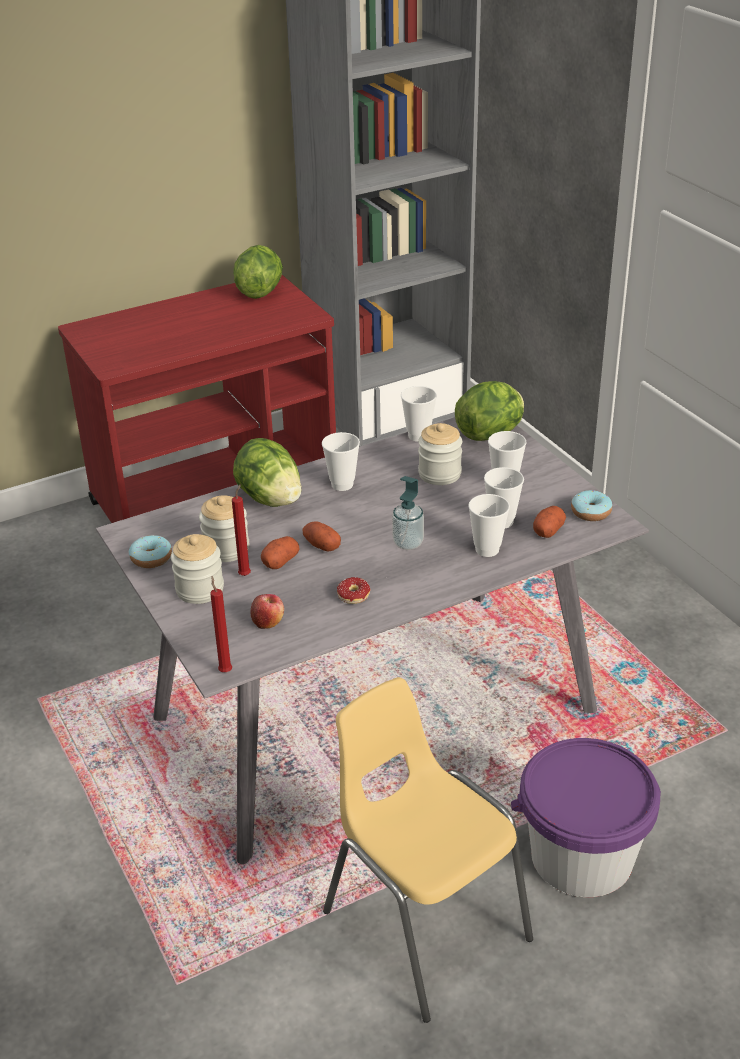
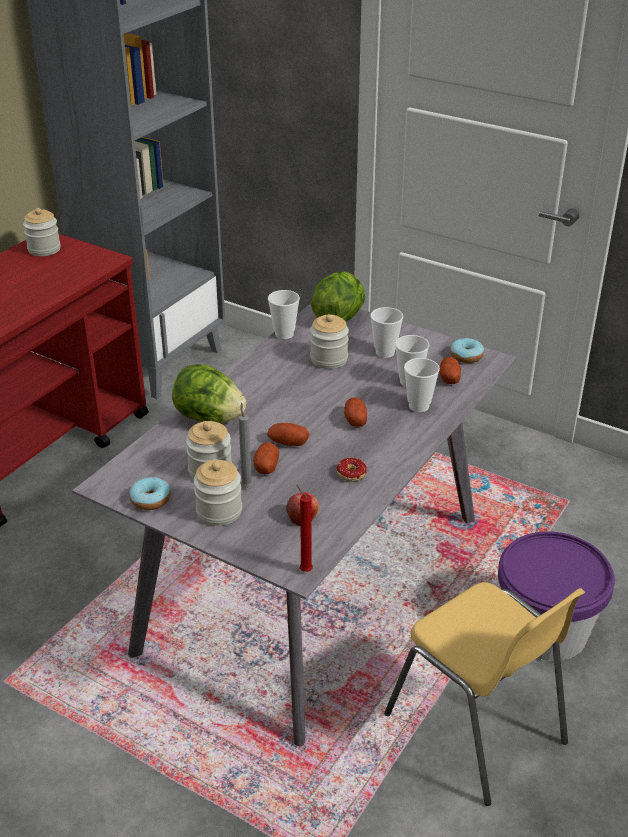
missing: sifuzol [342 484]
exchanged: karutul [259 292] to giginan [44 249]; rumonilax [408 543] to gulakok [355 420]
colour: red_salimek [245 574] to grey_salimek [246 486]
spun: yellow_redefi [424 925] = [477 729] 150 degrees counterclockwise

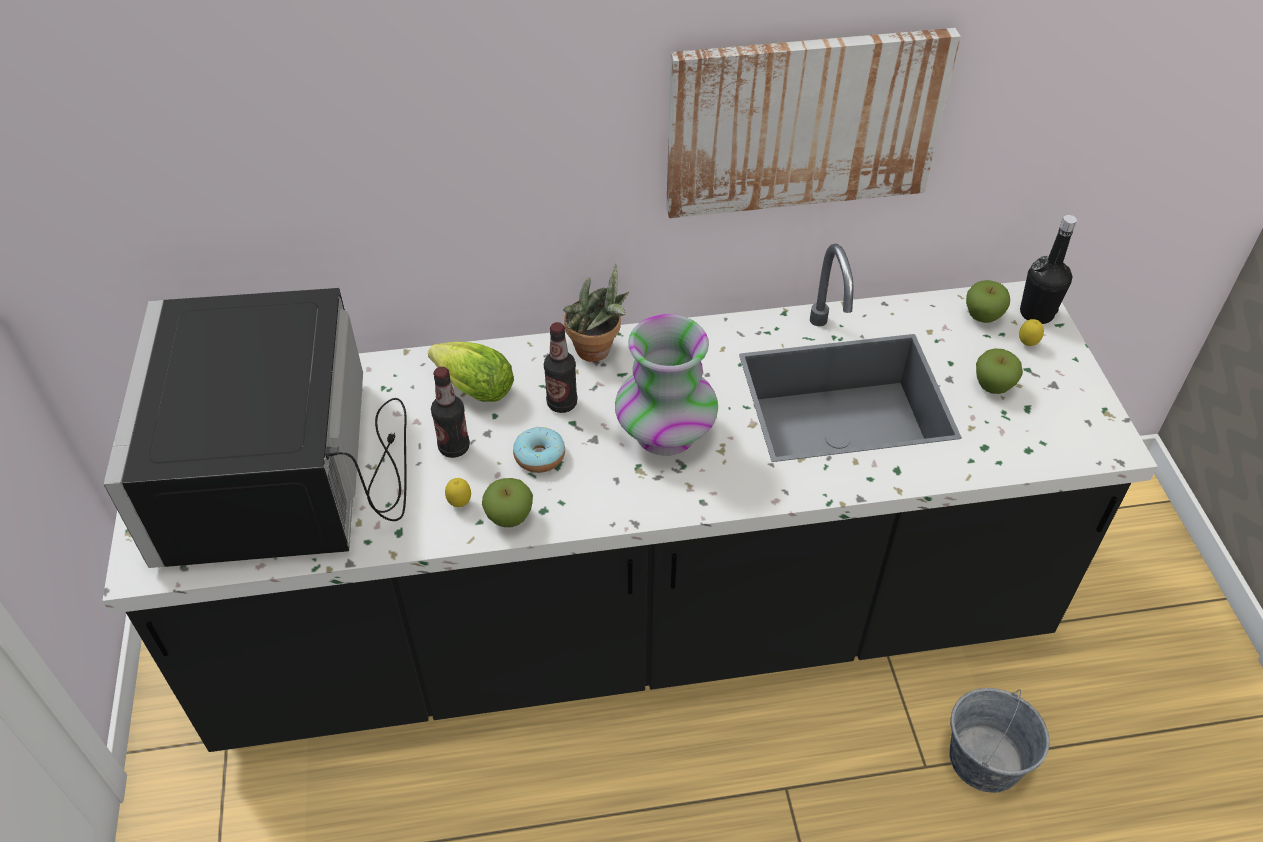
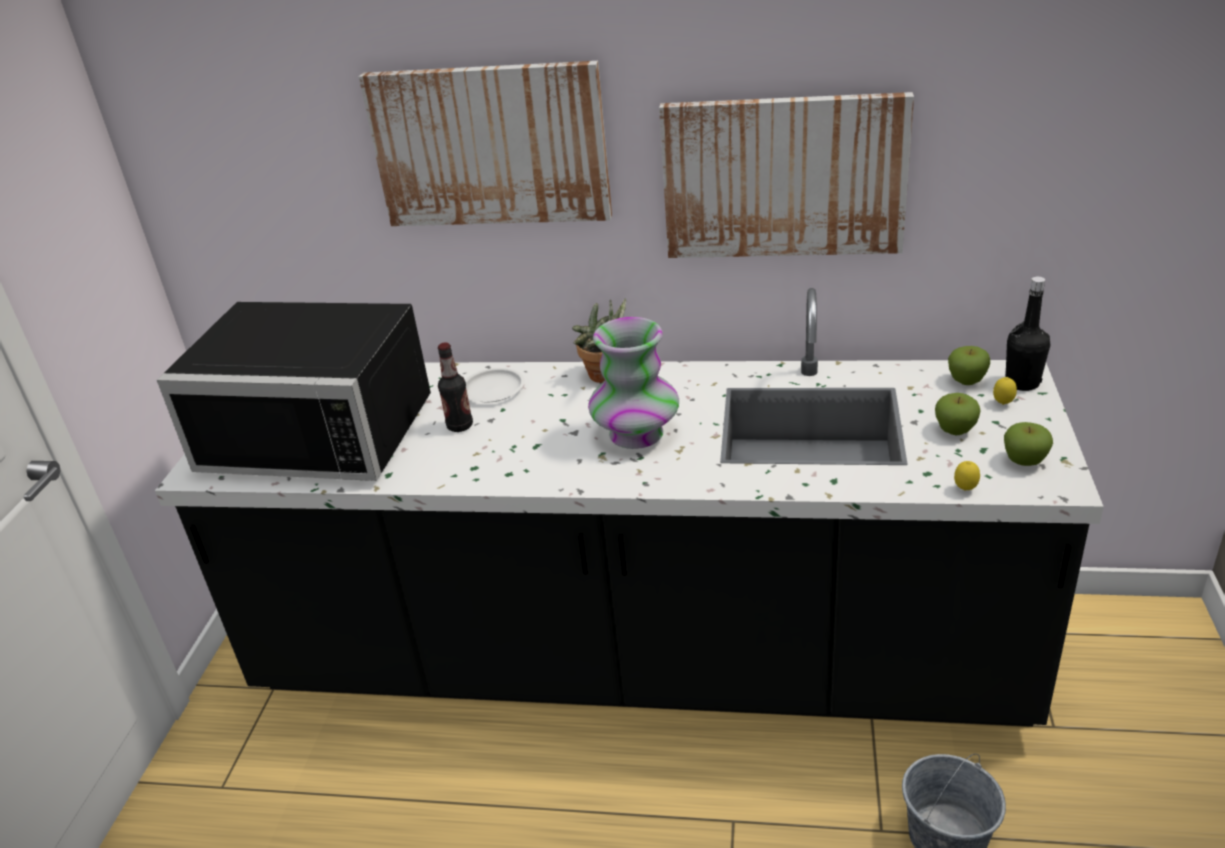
missing: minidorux [539 456]; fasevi [562 403]
appeared: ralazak [490 145]
relocated: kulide [460 504] to [965 490]; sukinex [509 518] to [1024 461]
exchanged: karutul [470 387] to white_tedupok [493 390]
spun: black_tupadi [285 470] = [326 427] 90 degrees counterclockwise

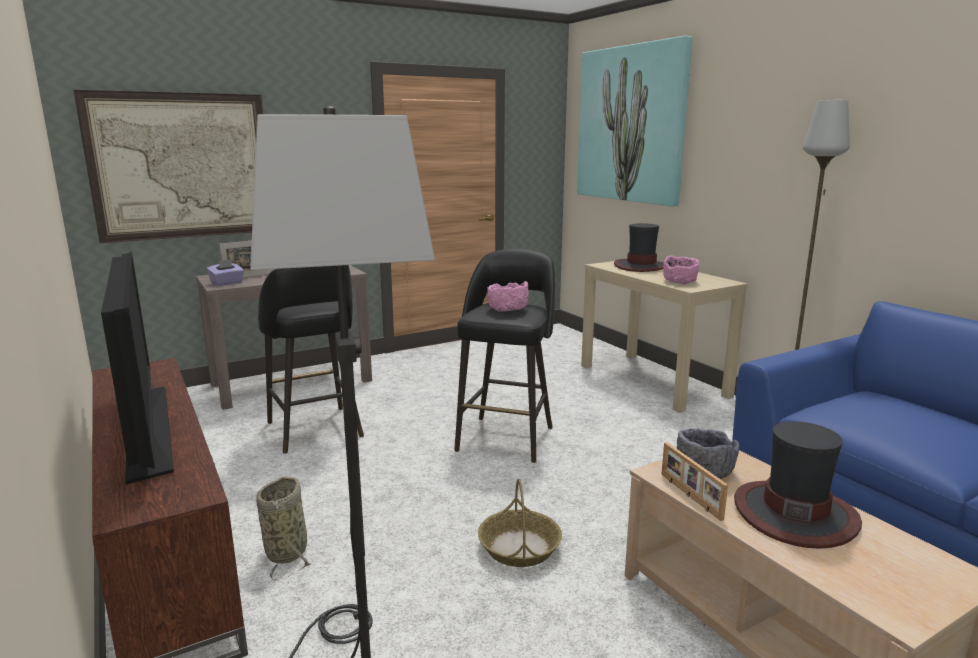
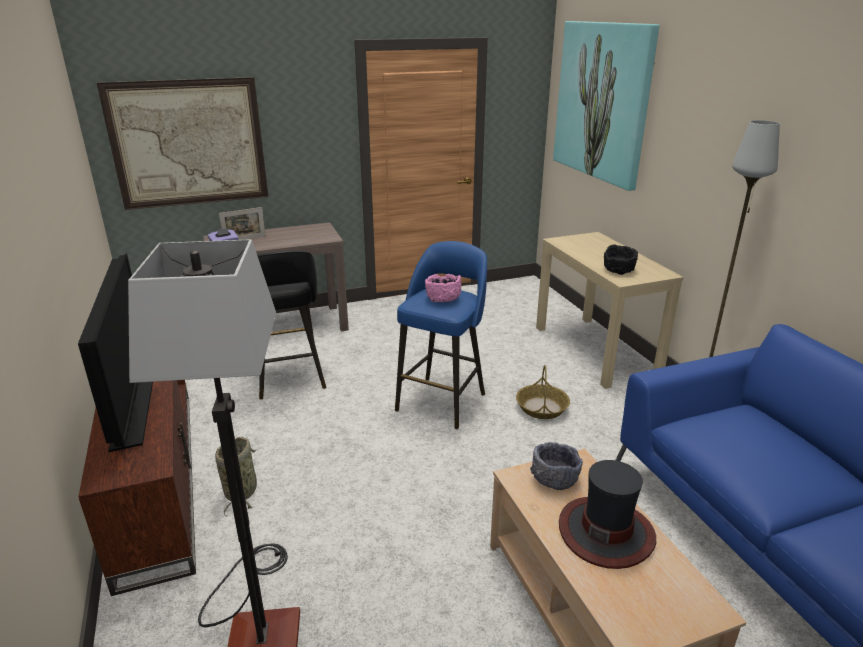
missing: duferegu [641 266]; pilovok [689 496]
relocated: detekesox [519 547] to [541 407]
colour: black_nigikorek [506 437] to blue_nigikorek [442 401]; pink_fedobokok [680 281] to black_fedobokok [618 270]

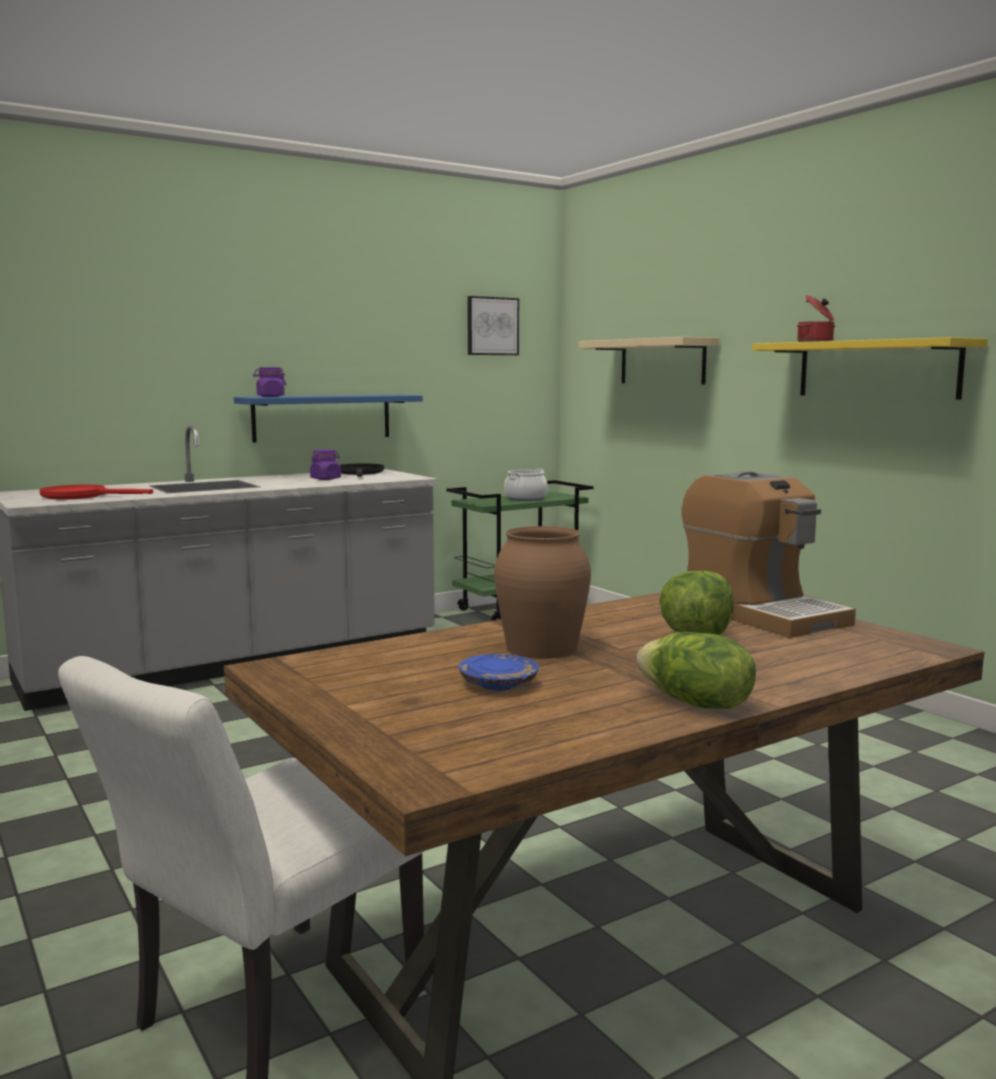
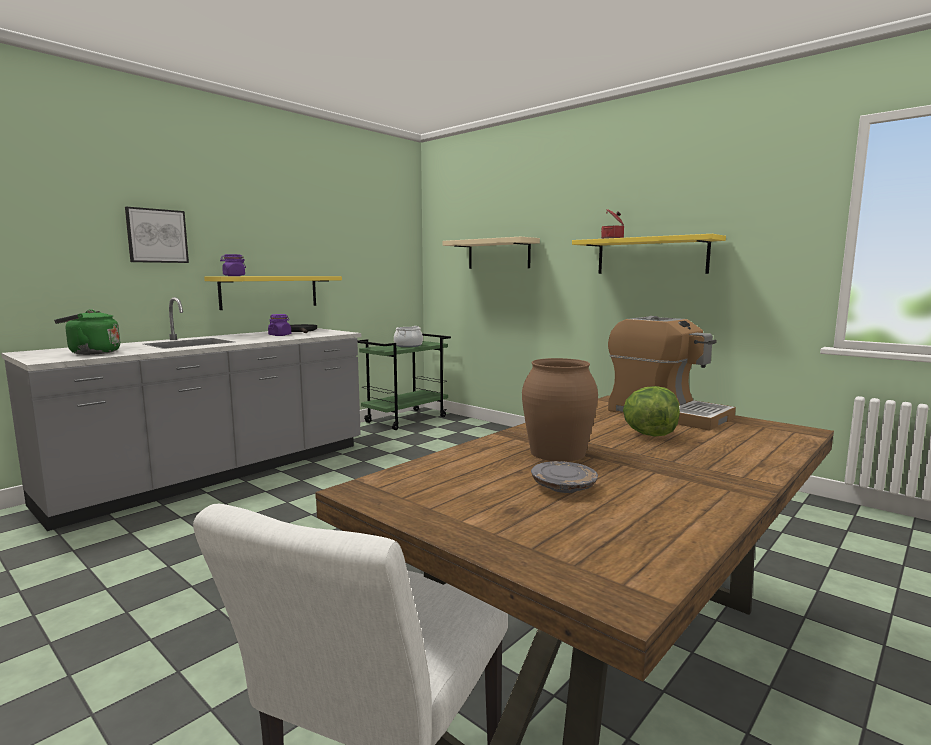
missing: karutul [695 703]
relocated: ralazak [492 326] to [157 236]
exchanged: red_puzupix [83 496] to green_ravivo [91 353]
colour: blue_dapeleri [322 417] to yellow_dapeleri [269 292]; blue_tedupok [499 684] to grey_tedupok [563 487]

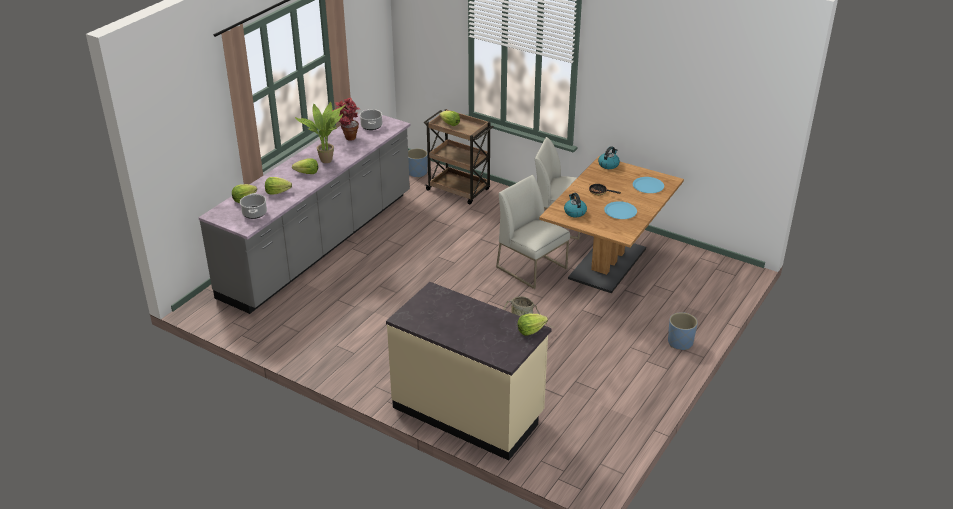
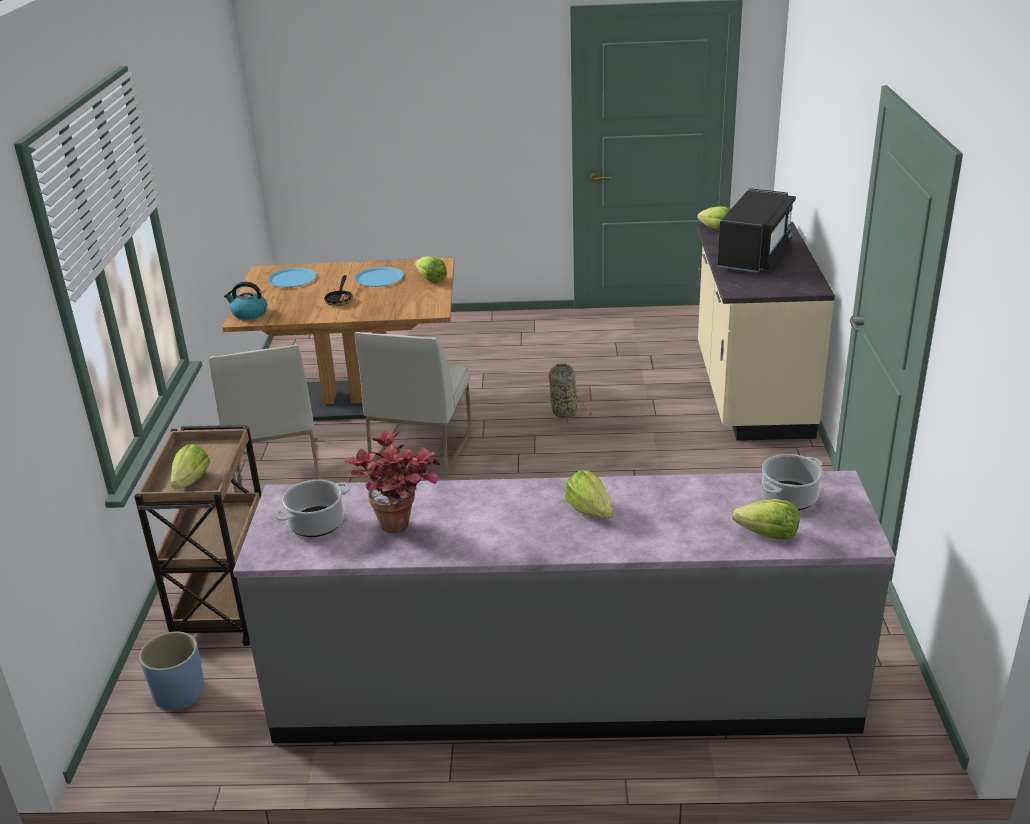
missing: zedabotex [327 160]; ravivo [574 212]; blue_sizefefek [680 343]
appeared: black_tupadi [754 255]
relocated: karutul [277 192] to [431 280]

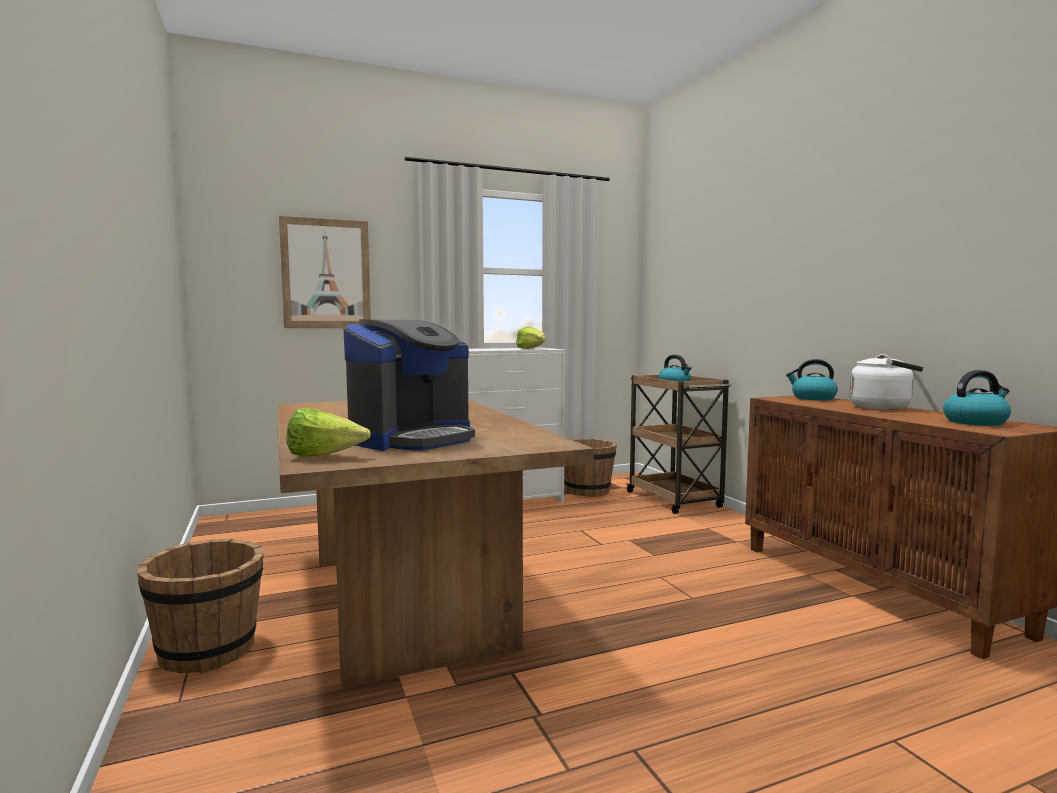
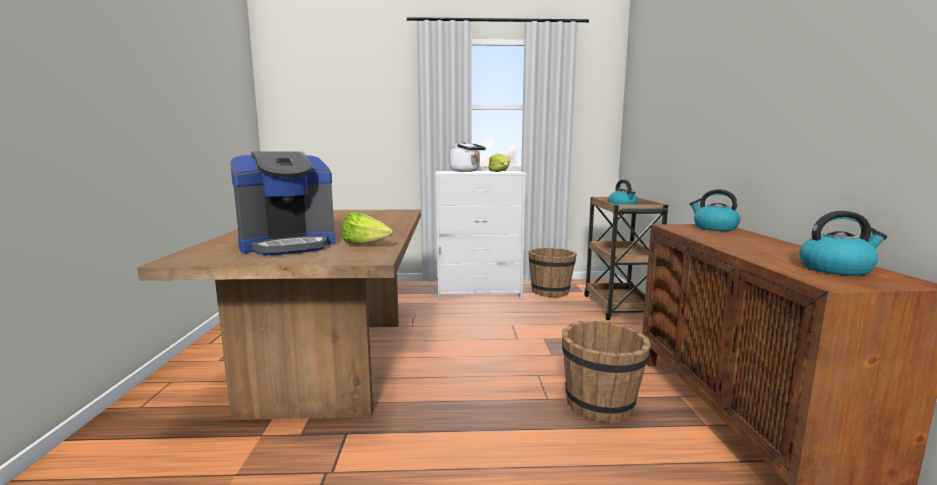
missing: ralazak [326 274]
relocated: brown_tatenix [208 651] to [600 405]; karutul [324 457] to [365 245]; white_ravivo [883 408] to [466 171]

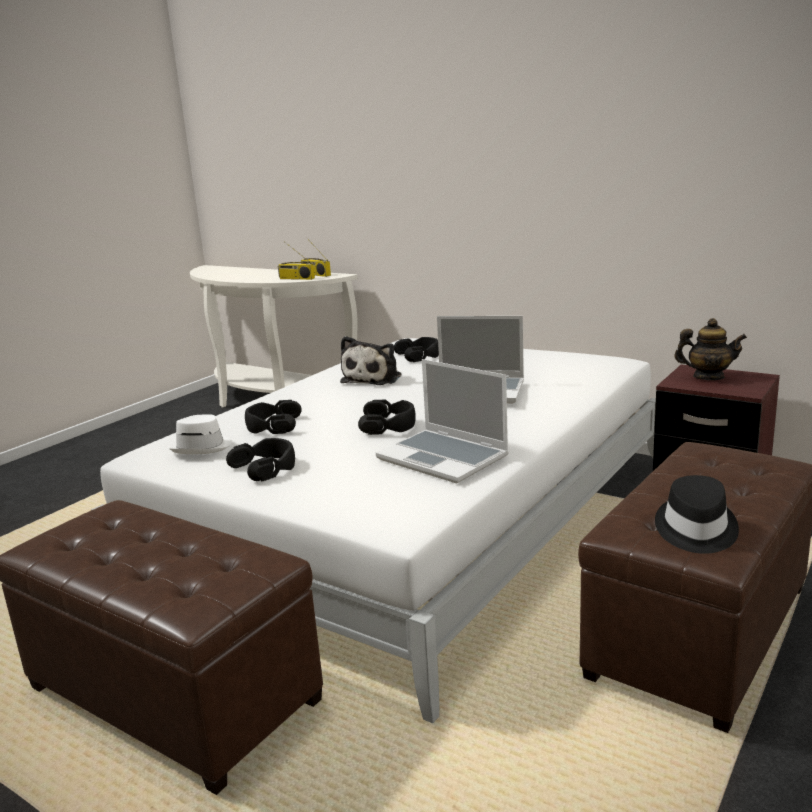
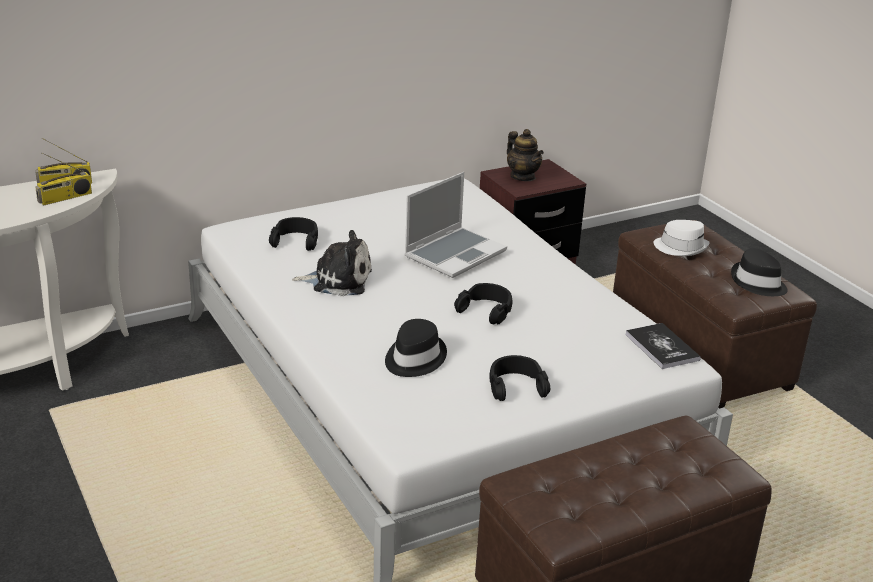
missing: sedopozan [444 458]
appeared: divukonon [662 347]
relocated: white_duferegu [203 447] to [681 247]
exchanged: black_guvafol [273 425] to black_duferegu [413 358]
spun: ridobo [374 378] = [338 280] 45 degrees counterclockwise; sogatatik [708 377] = [523 177] 105 degrees clockwise

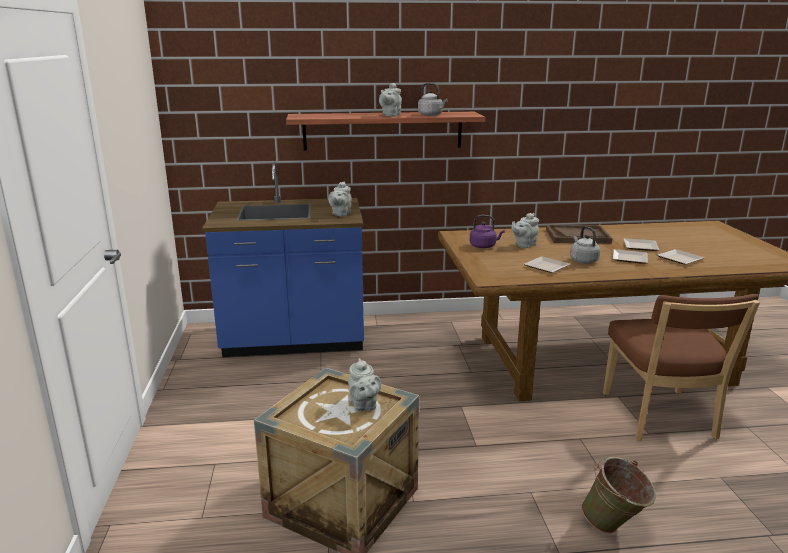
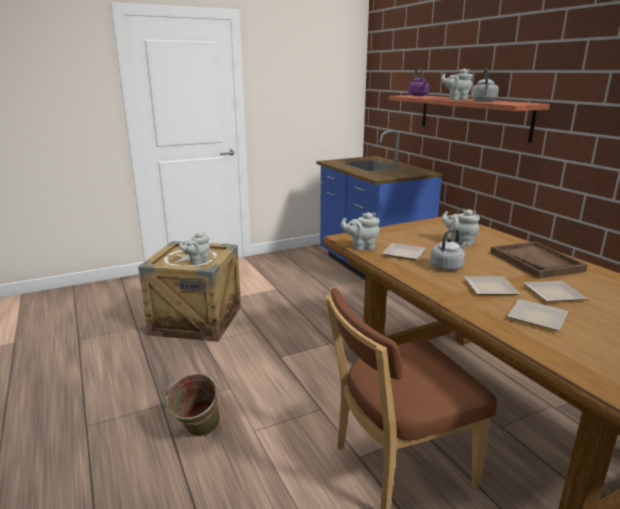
relocated: grey_sogatatik [340 214] to [361 247]; purple_ravivo [484 246] to [418 95]

